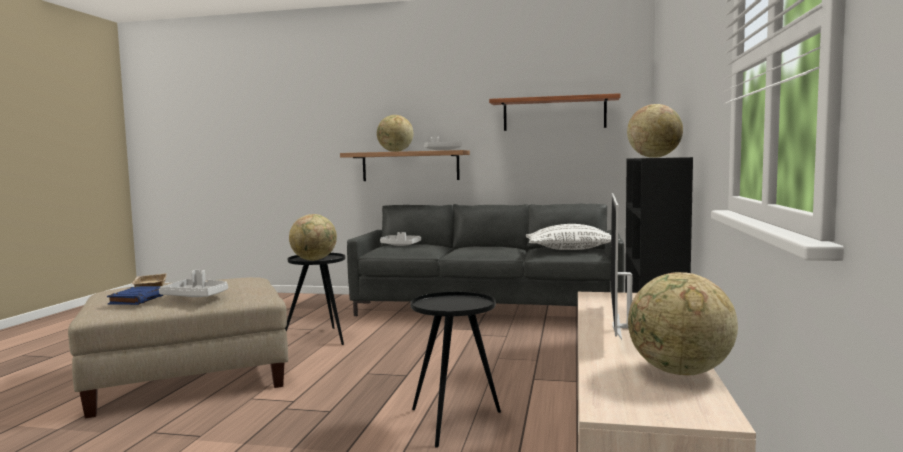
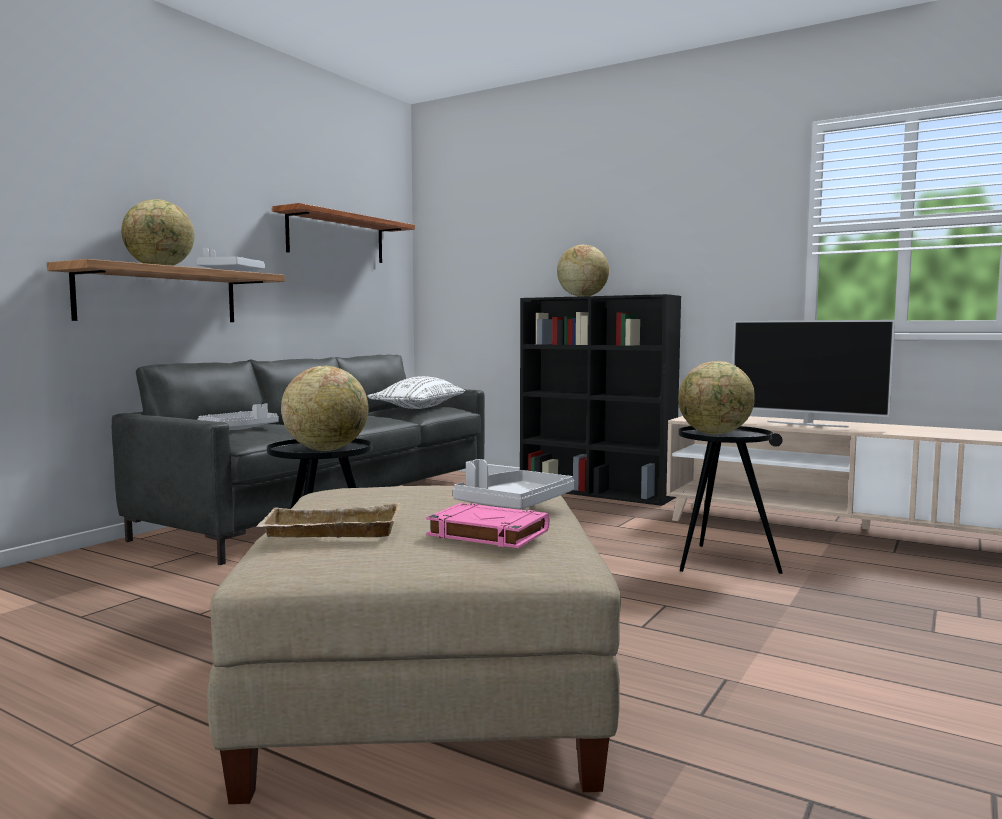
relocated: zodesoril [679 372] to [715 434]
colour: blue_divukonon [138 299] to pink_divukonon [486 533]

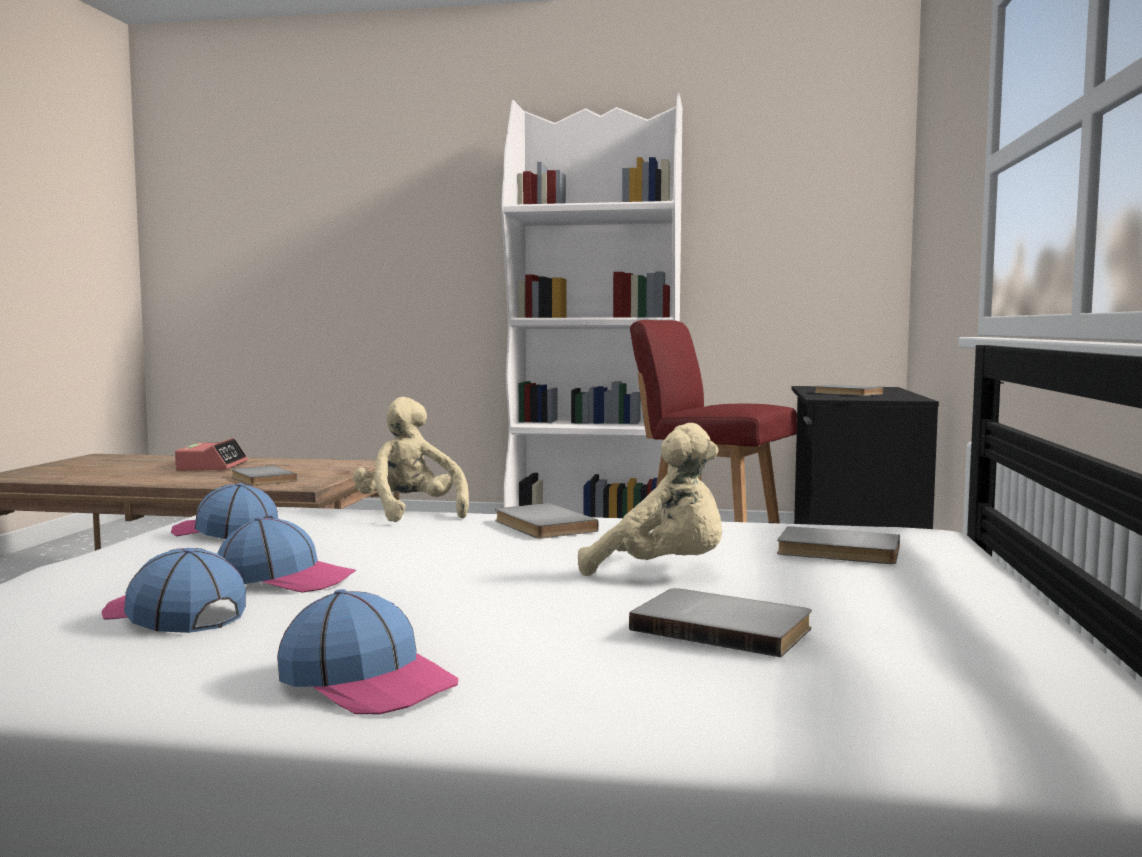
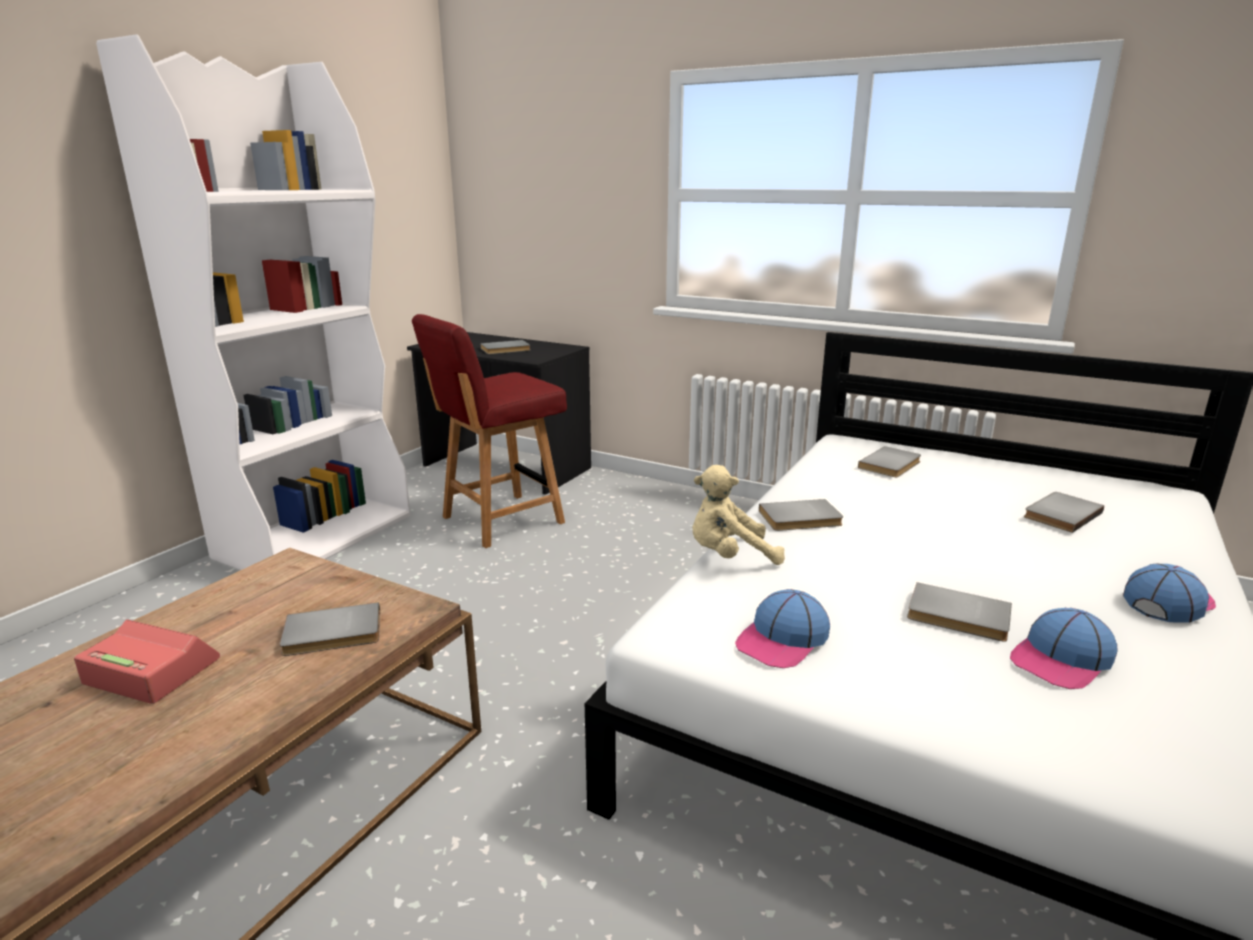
missing: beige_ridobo [663 572]
exchanged: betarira [286 579] to grey_divukonon [958 617]

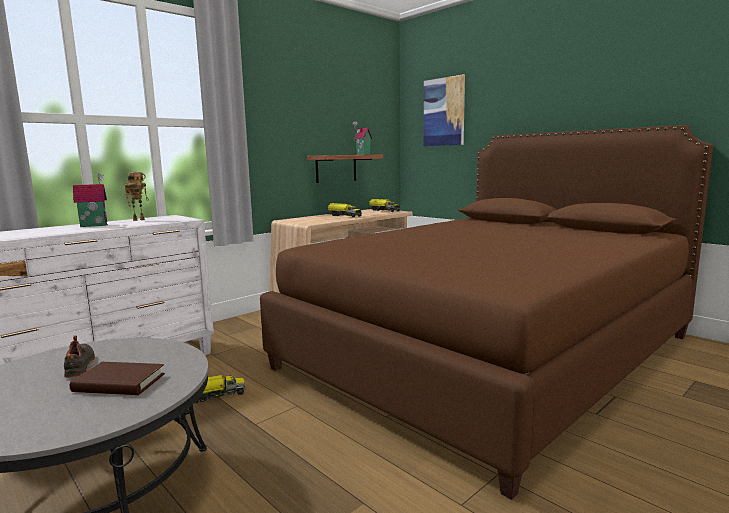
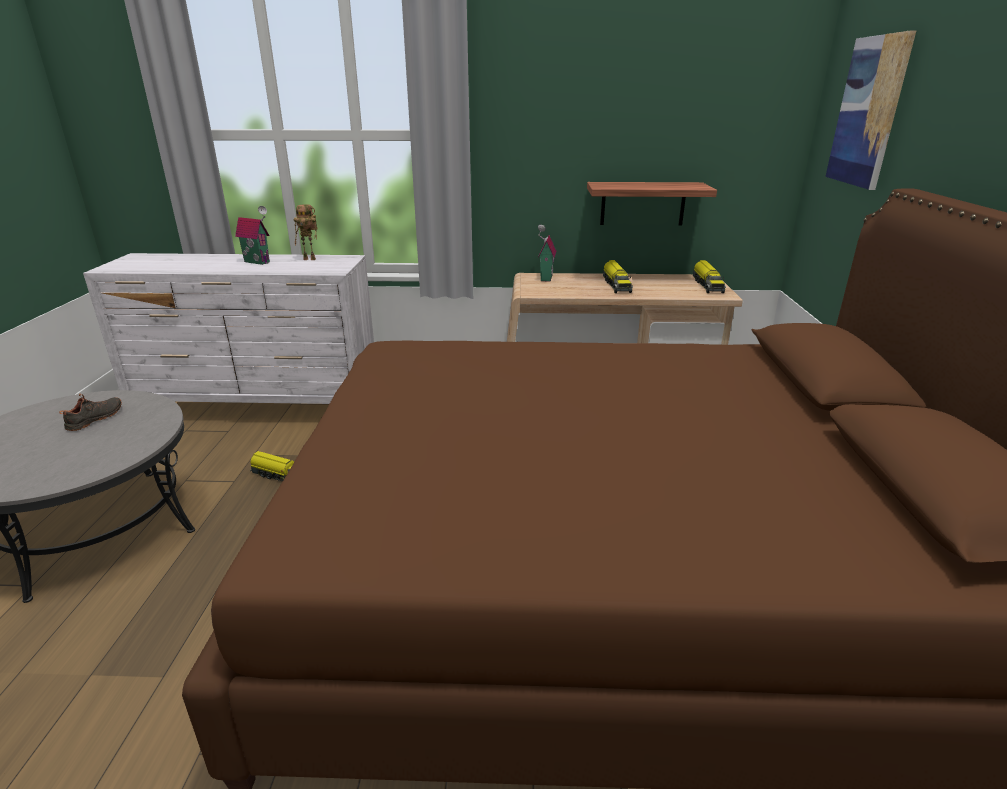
missing: brown_divukonon [119 383]
relocated: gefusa [362 154] to [545 278]

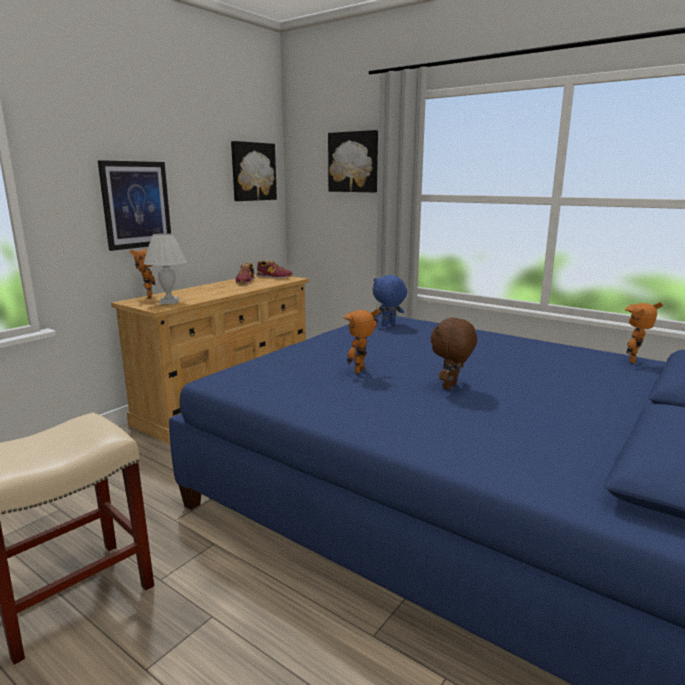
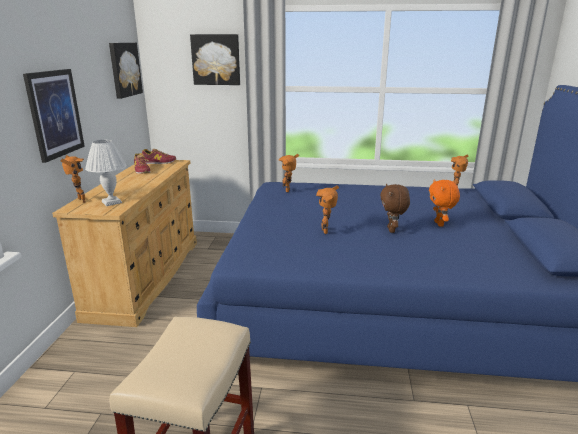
appeared: orange_ridobo [440 224]
exchanged: blue_ridobo [388 325] to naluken [289 191]

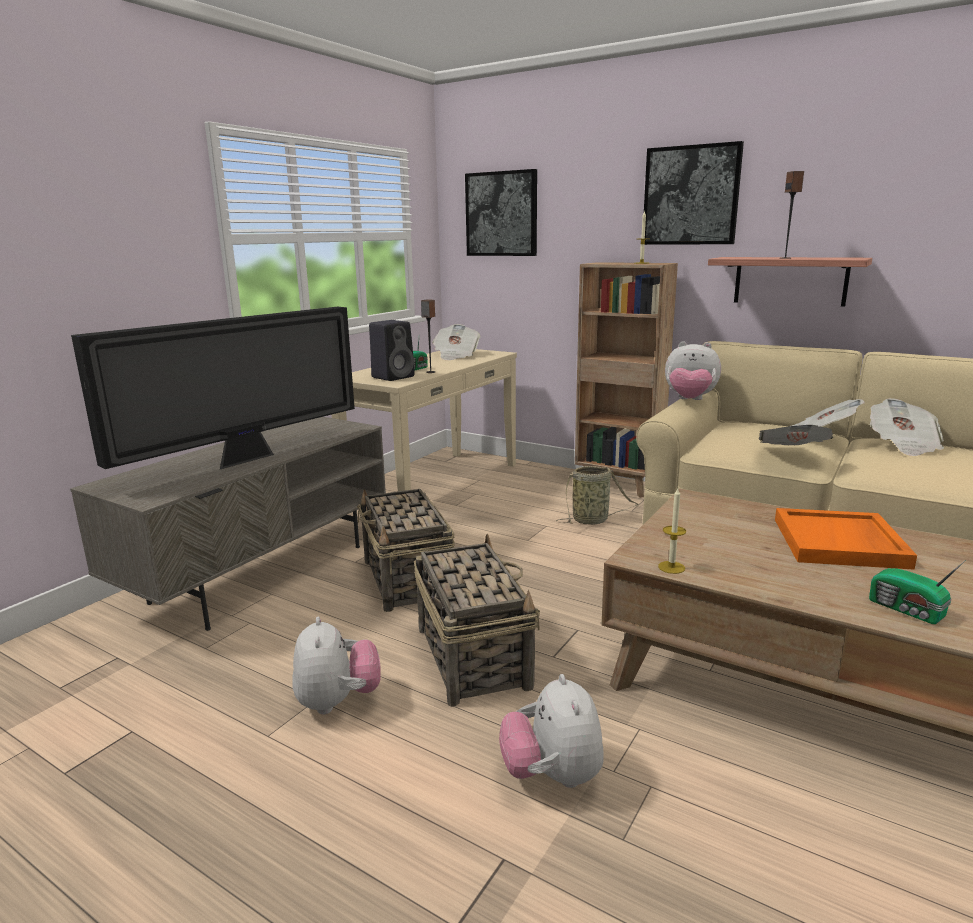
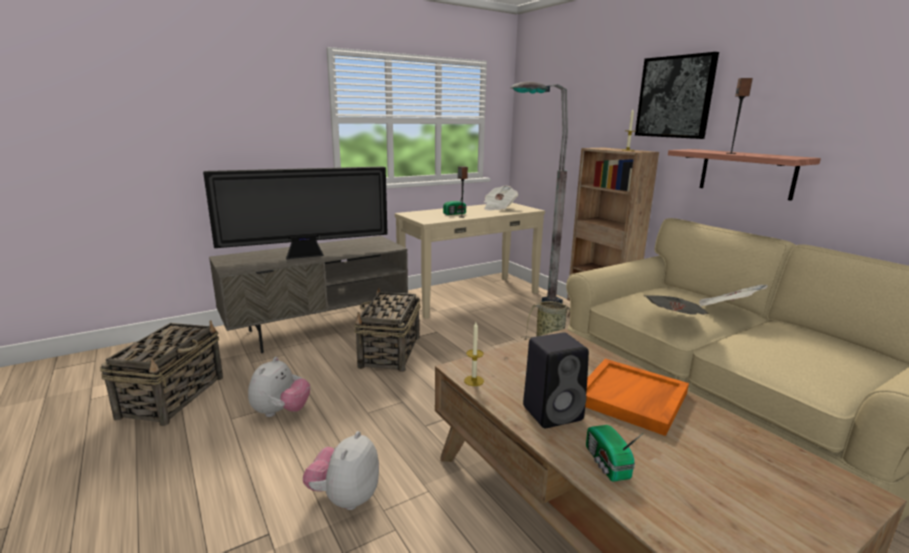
missing: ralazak [502 214]; ridobo [689 400]; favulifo [903 445]
appeared: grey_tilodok [526 307]
relocated: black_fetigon [393 377] to [554 412]; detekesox [472 656] to [173 396]

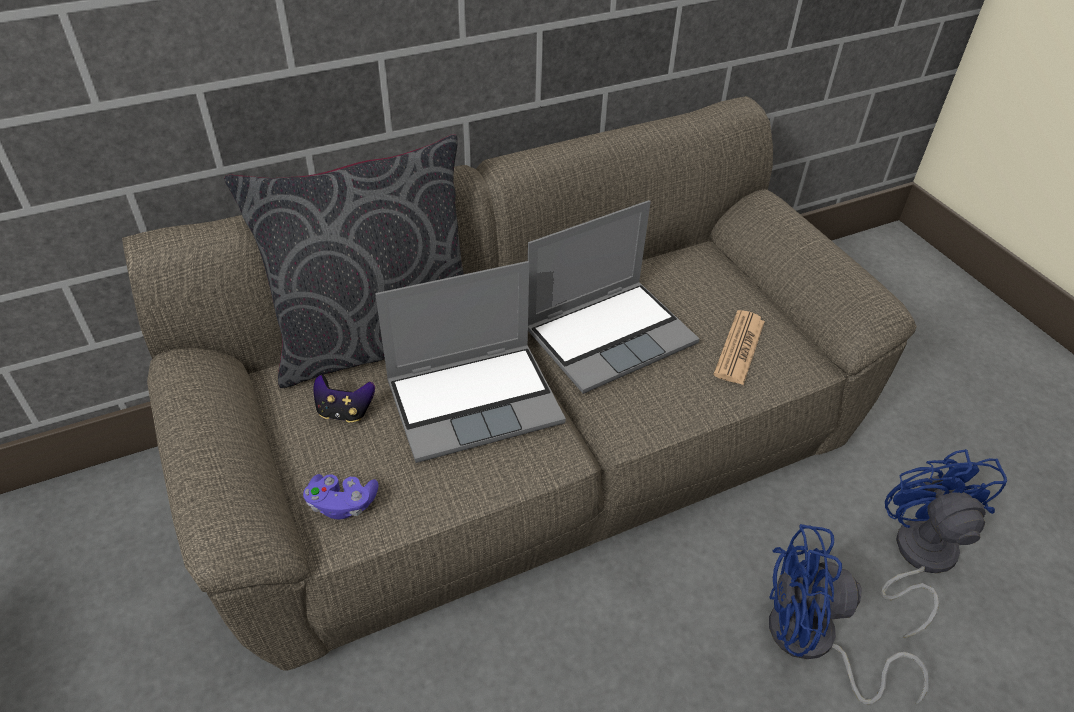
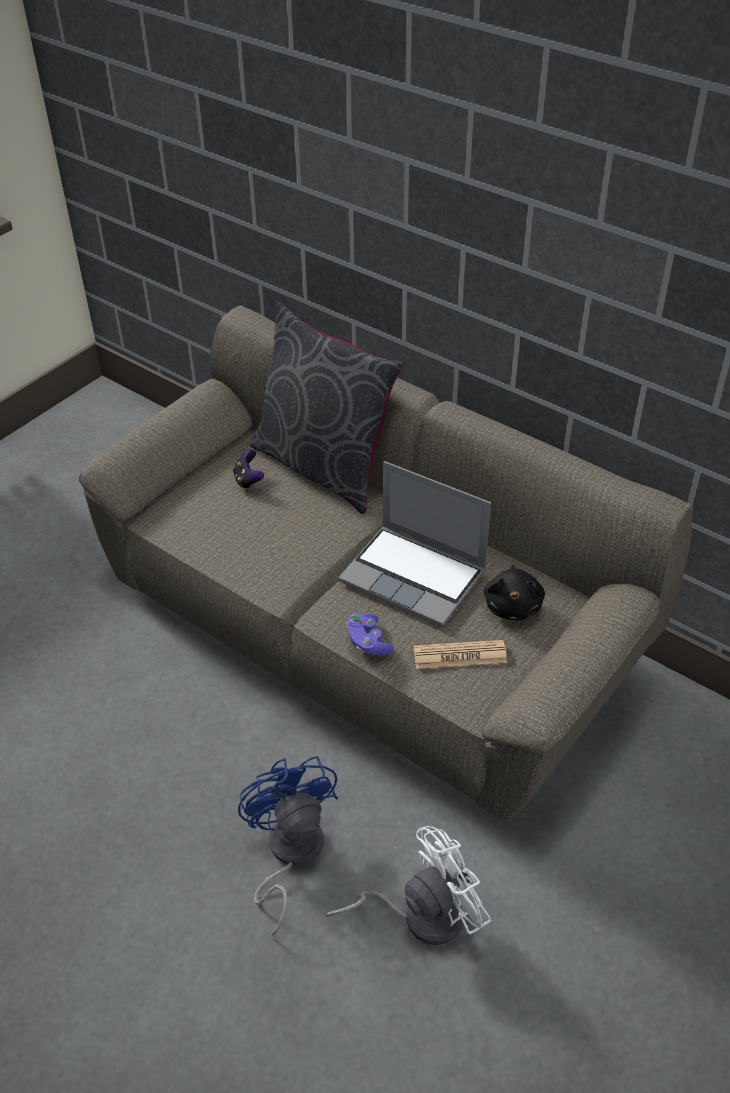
missing: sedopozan [475 401]
appeared: black_ridobo [513 605]
relocated: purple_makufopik [342 504] to [368 642]
colour: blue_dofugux [917 558] to white_dofugux [420 915]

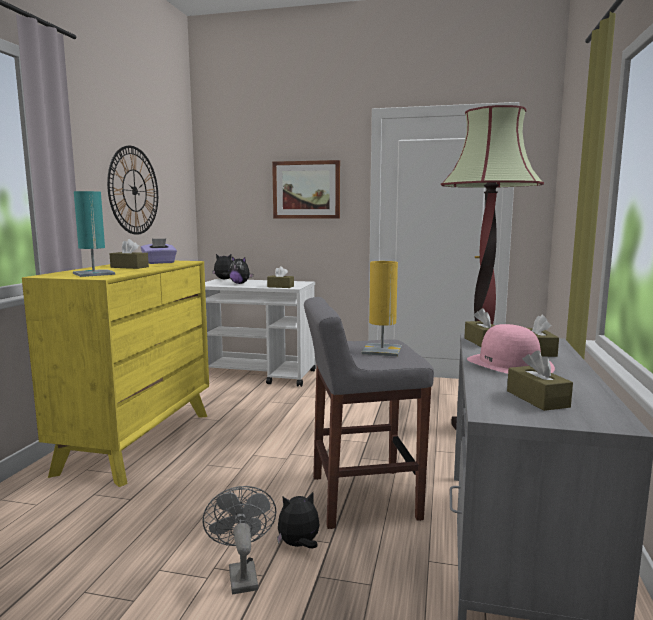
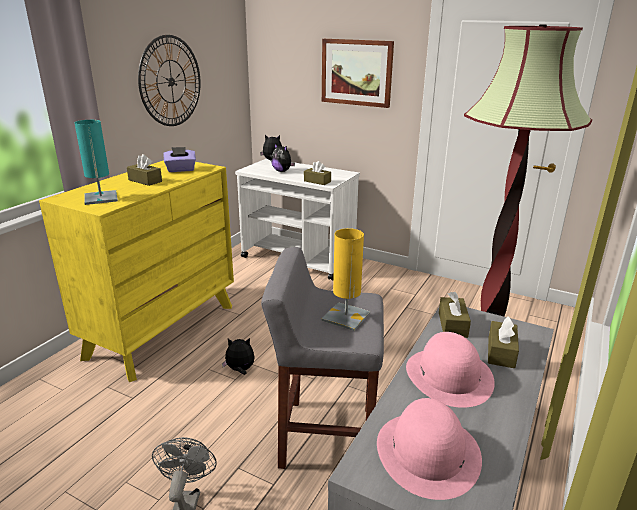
relocated: ridobo [299 545] to [240 370]
exchanged: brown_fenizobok [537 399] to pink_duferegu [428 453]

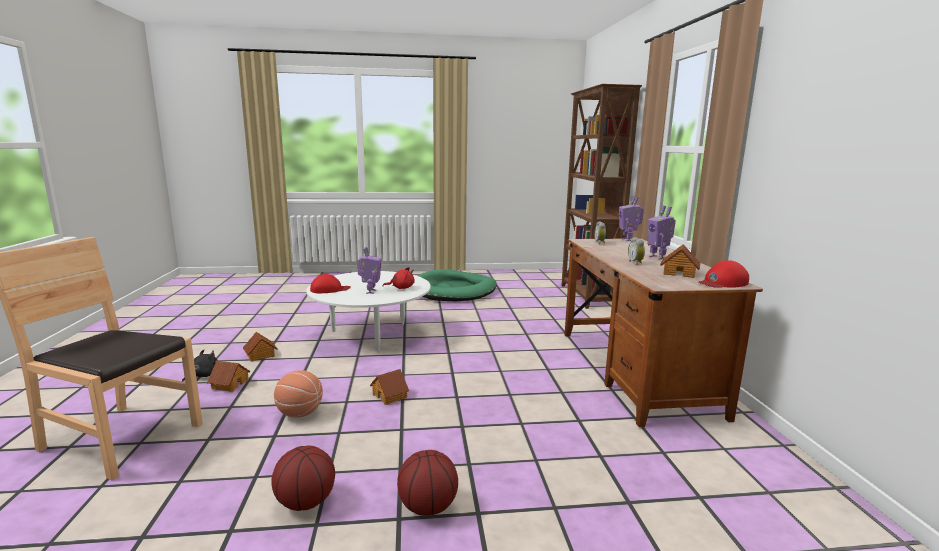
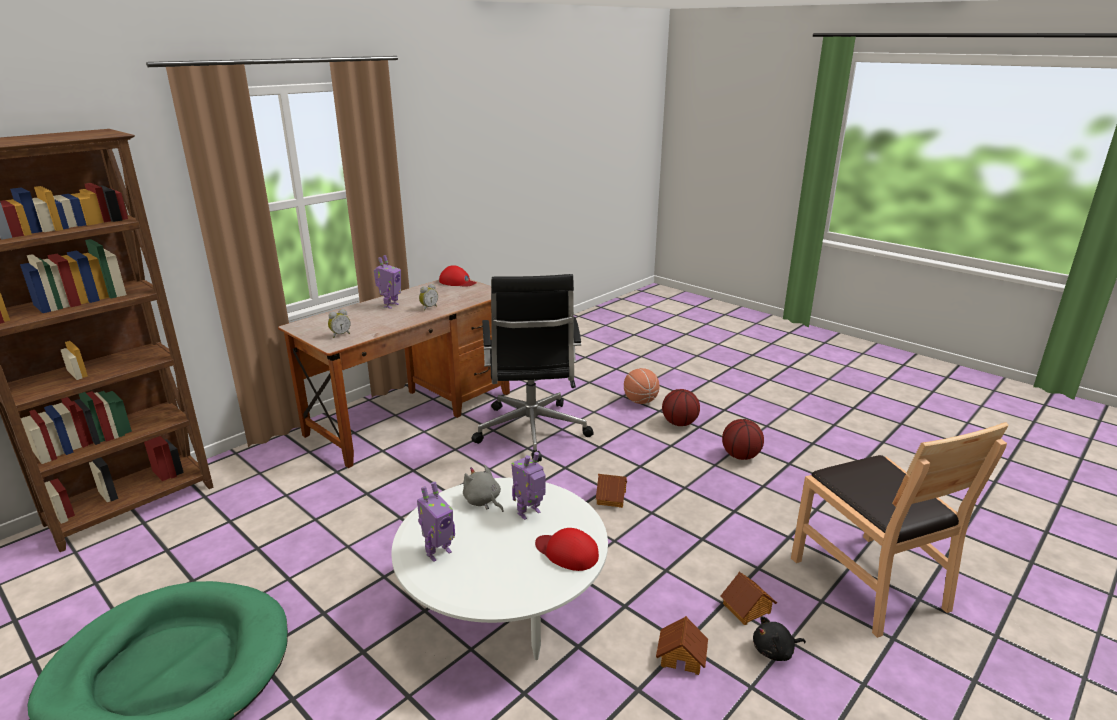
missing: gefusa [679 273]
appeared: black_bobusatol [531 432]
relocated: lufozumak [300 413] to [640 401]; naluken [628 240] to [438 552]
colour: red_ridobo [401 288] to grey_ridobo [483 501]

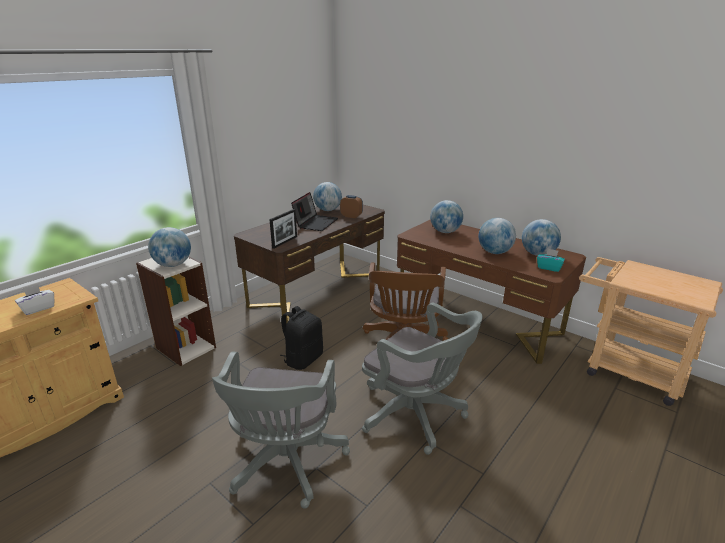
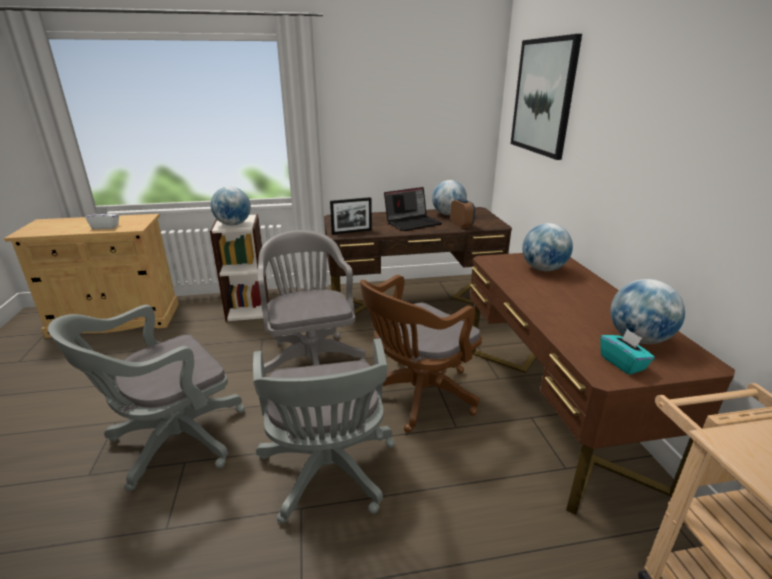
missing: zodesoril [494 252]
appeared: ralazak [543 97]
exchanged: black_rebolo [303 359] to grey_bobusatol [311 359]

